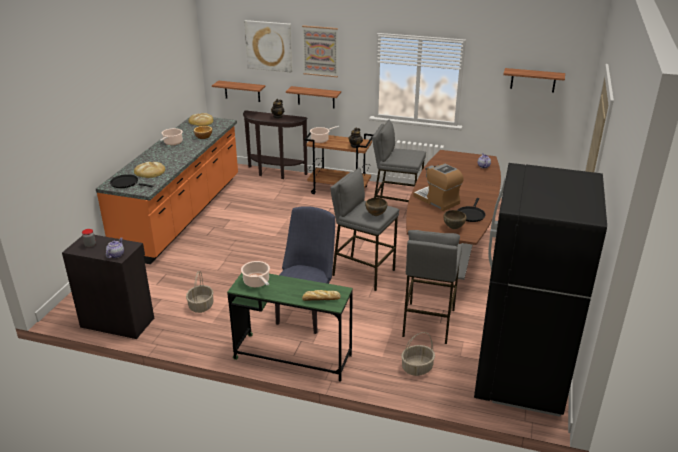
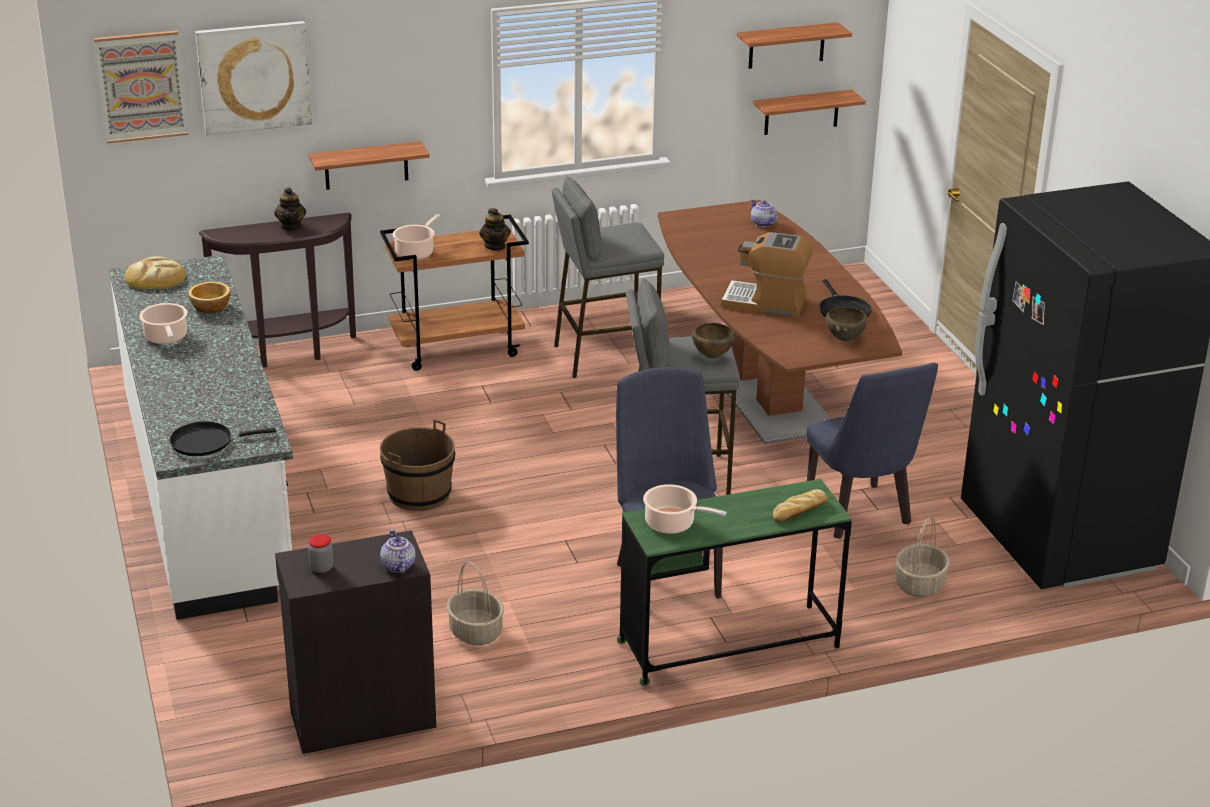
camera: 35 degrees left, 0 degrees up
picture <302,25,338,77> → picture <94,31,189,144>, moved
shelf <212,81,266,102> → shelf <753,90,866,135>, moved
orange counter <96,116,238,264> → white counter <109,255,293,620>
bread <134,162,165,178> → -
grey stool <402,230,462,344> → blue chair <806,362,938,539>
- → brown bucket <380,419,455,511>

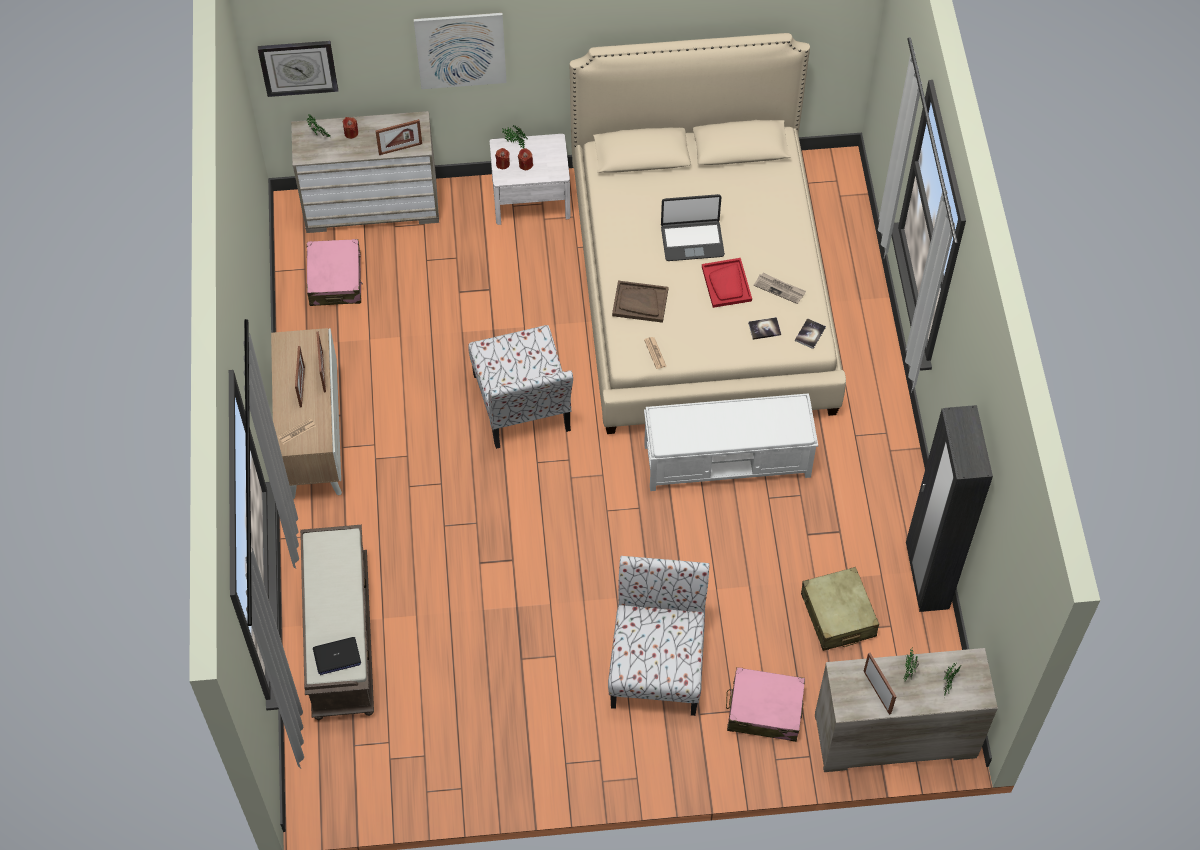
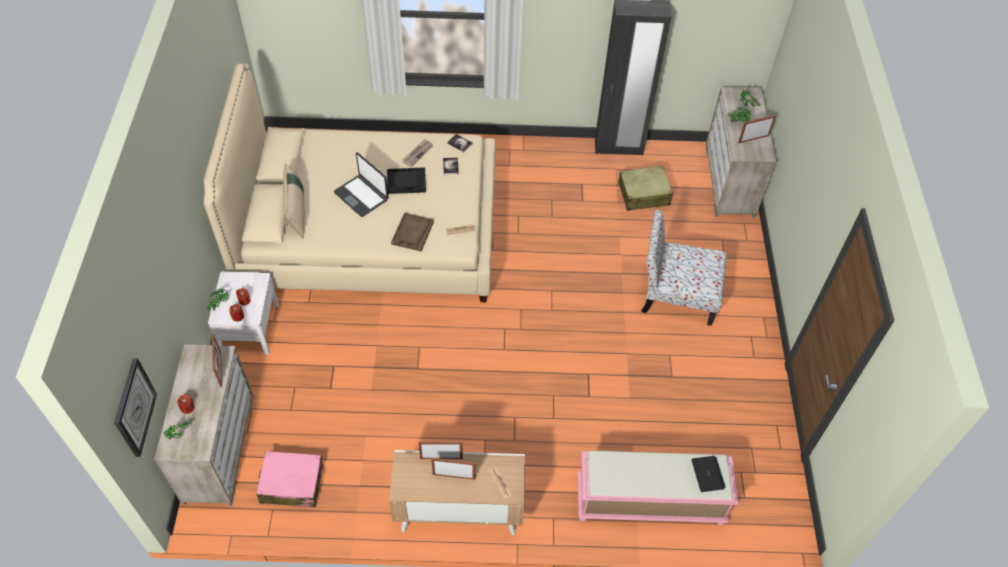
camera: 85 degrees left, 5 degrees down
picture <414,13,507,89> → -
laptop <661,194,725,261> → laptop <334,152,388,217>, 135 degrees clockwise
red tray <702,258,752,308> → black tray <387,167,426,194>
chair <469,325,573,449> → -
white bench <644,393,818,491> → -
brown bench <300,525,374,720> → pink bench <577,451,739,526>
pink suitcase <726,667,805,742> → -
- → beige pillow <283,163,305,239>

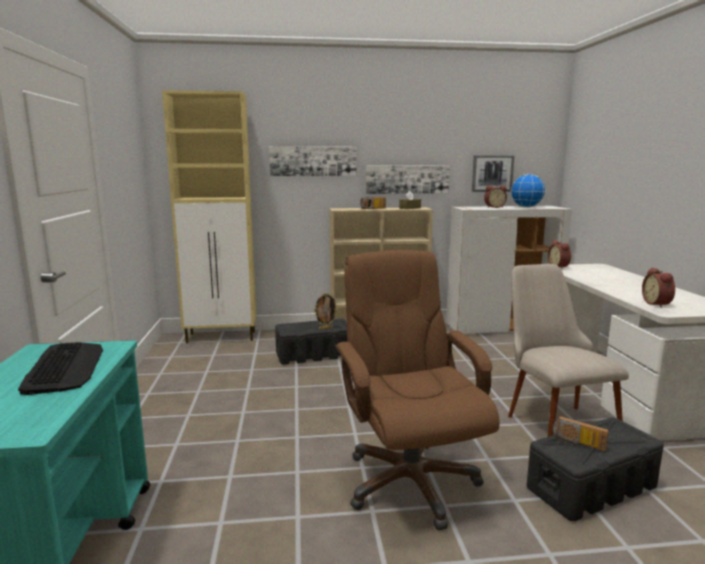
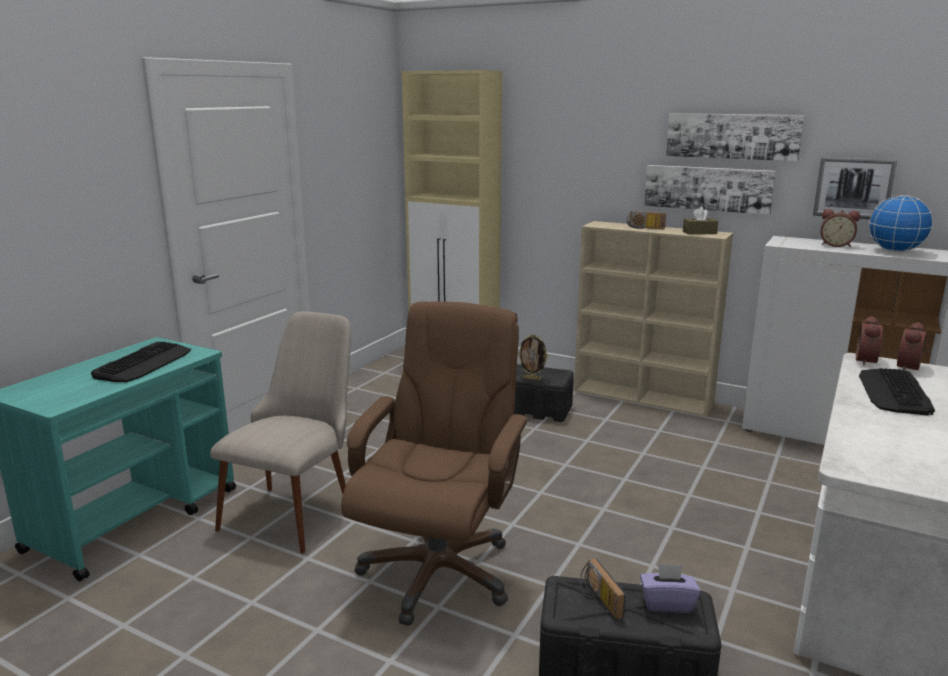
camera: 35 degrees right, 5 degrees up
picture <269,146,356,176> → picture <666,113,805,161>, moved
beige chair <508,264,629,437> → beige chair <210,311,351,553>, moved
alarm clock <642,268,675,308> → alarm clock <897,322,930,370>, moved
- → keyboard <859,368,935,416>
- → purple tissue box <640,563,701,613>

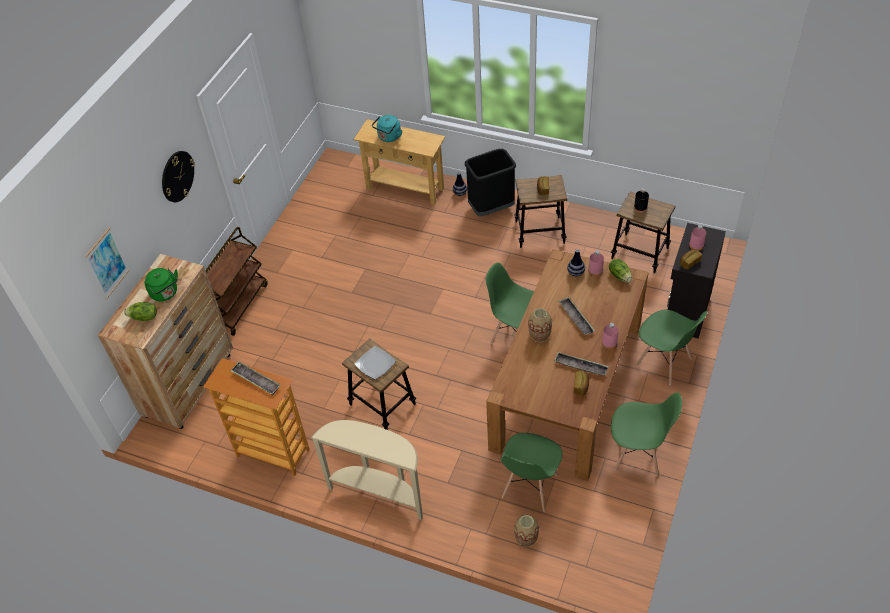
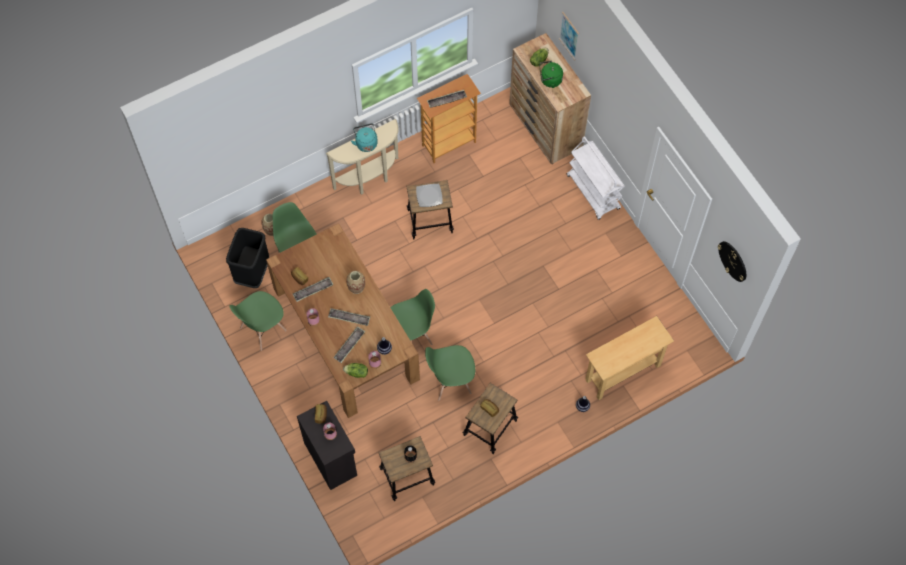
camera: 125 degrees right, 15 degrees up
turquoise kettle <372,115,402,142> → turquoise kettle <351,123,378,152>, moved
black trash can <465,149,516,216> → black trash can <226,228,269,288>, moved
wall clock <162,151,195,202> → wall clock <718,241,746,282>, moved
brown cart <206,227,268,336> → white cart <567,136,625,220>
green chair <636,310,708,385> → green chair <425,345,475,400>, moved
- → tray <333,326,365,363>

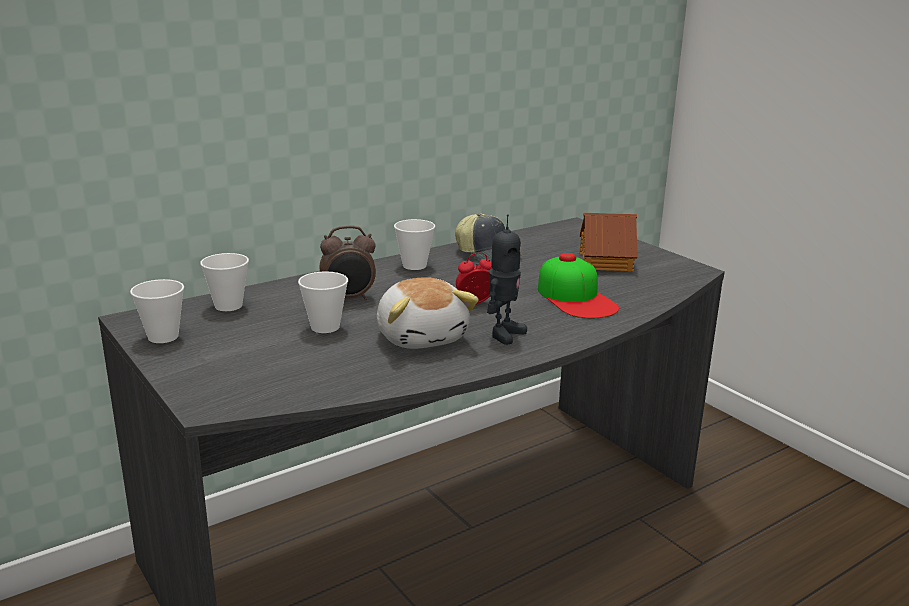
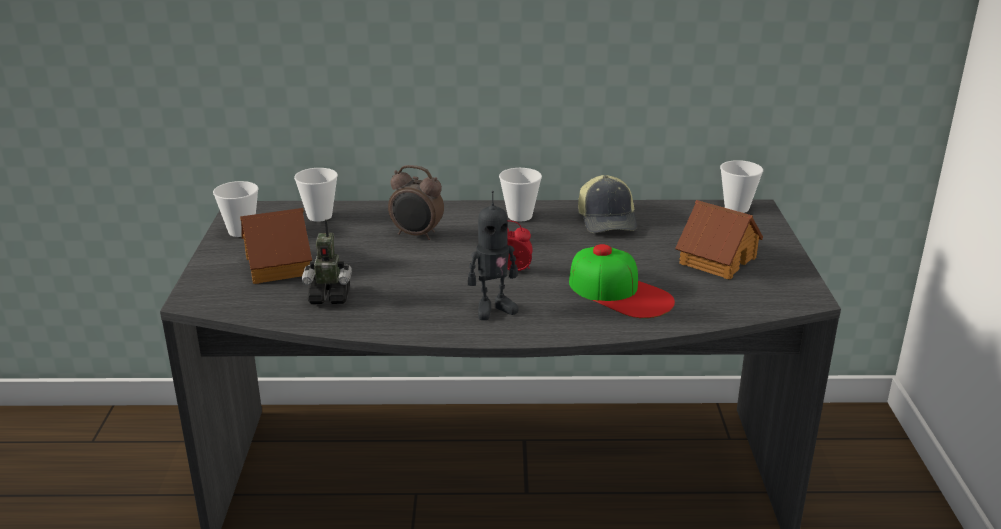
camera: 35 degrees right, 5 degrees up
cap <538,253,619,318> → cap <569,244,675,318>, 60 degrees counterclockwise
cup <298,271,348,333> → cup <720,160,763,213>, moved
plush toy <377,277,479,349> → -
- → toy house <240,208,312,284>
- → toy robot <302,219,352,304>

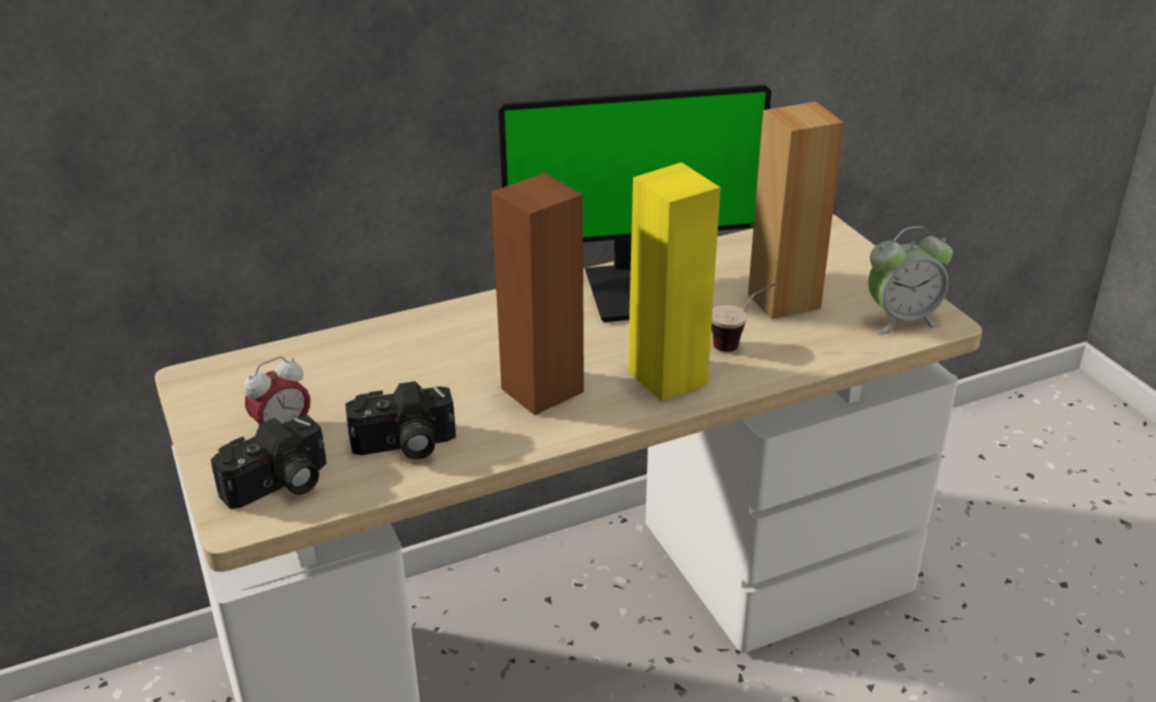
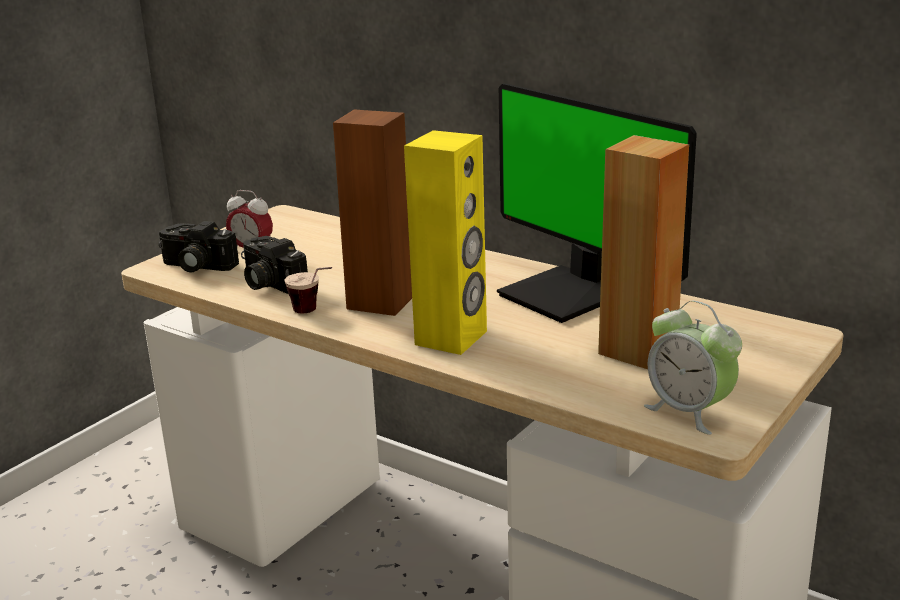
camera: 60 degrees right, 10 degrees down
cup <711,283,776,352> → cup <284,267,332,313>, moved

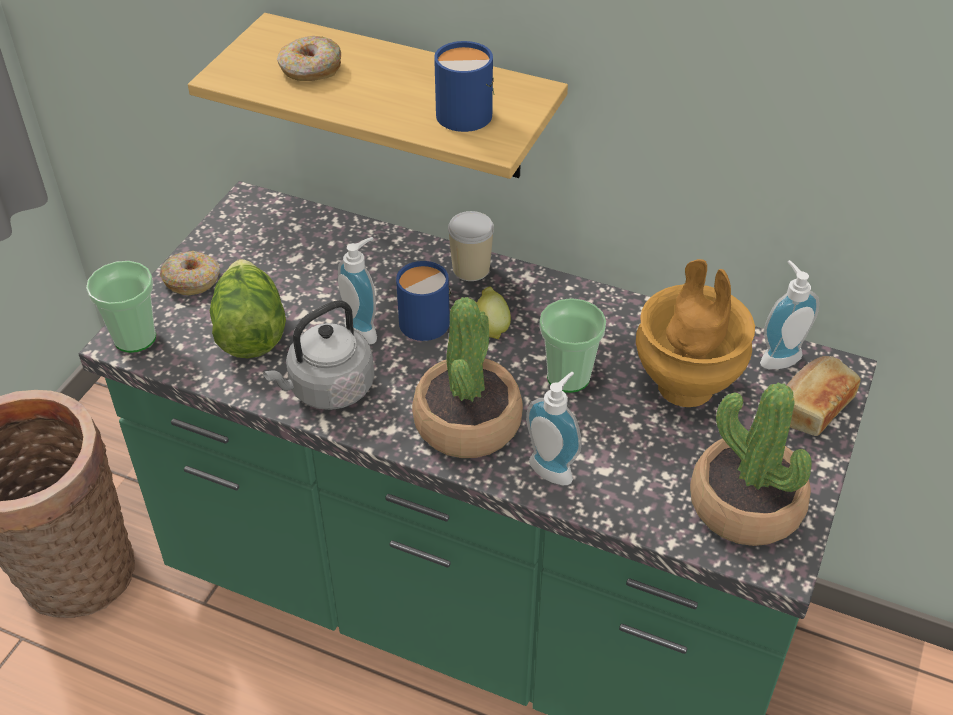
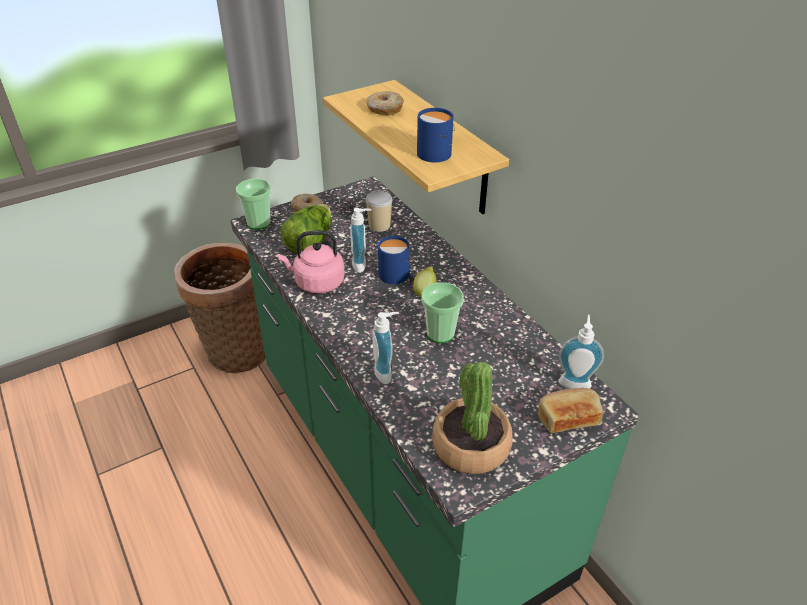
camera: 35 degrees right, 5 degrees down
cup <448,211,494,281> → cup <366,191,392,232>, moved
brown vase <636,259,755,407> → -
potted plant <412,297,523,458> → -
grey kettle <263,300,374,410> → pink kettle <278,230,345,293>

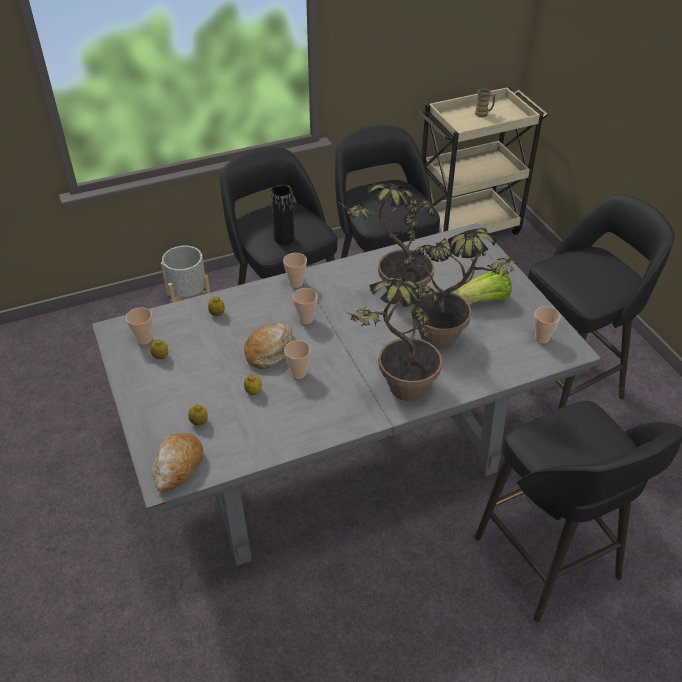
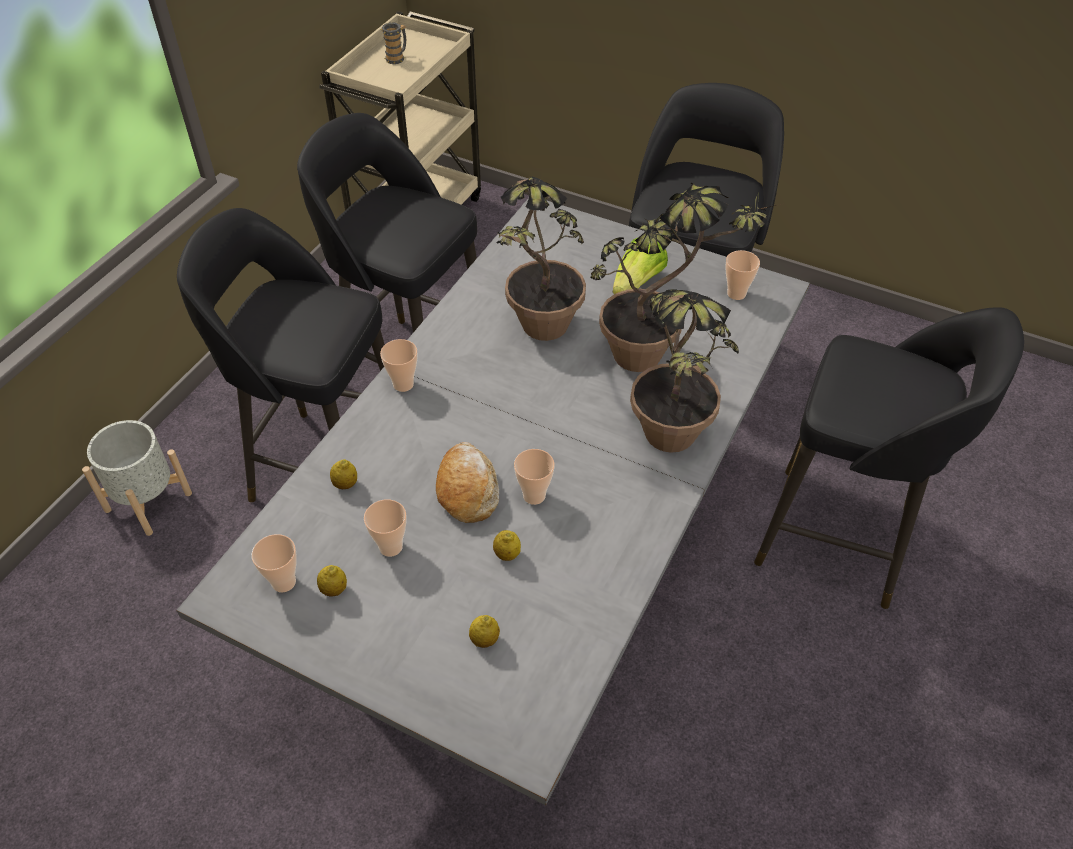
camera: 40 degrees left, 5 degrees up
black vase <271,184,295,245> → -
cup <293,288,318,324> → cup <364,499,407,557>, moved
bread <152,433,203,492> → -

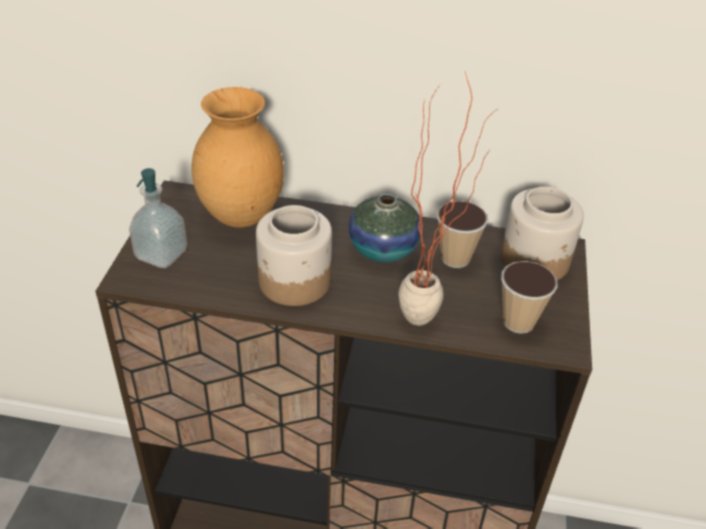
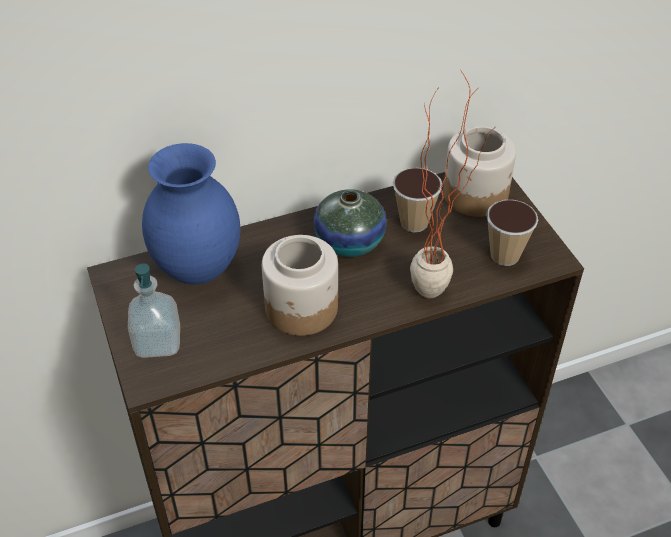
camera: 30 degrees left, 5 degrees up
brown vase <191,87,284,228> → blue vase <142,143,240,285>

